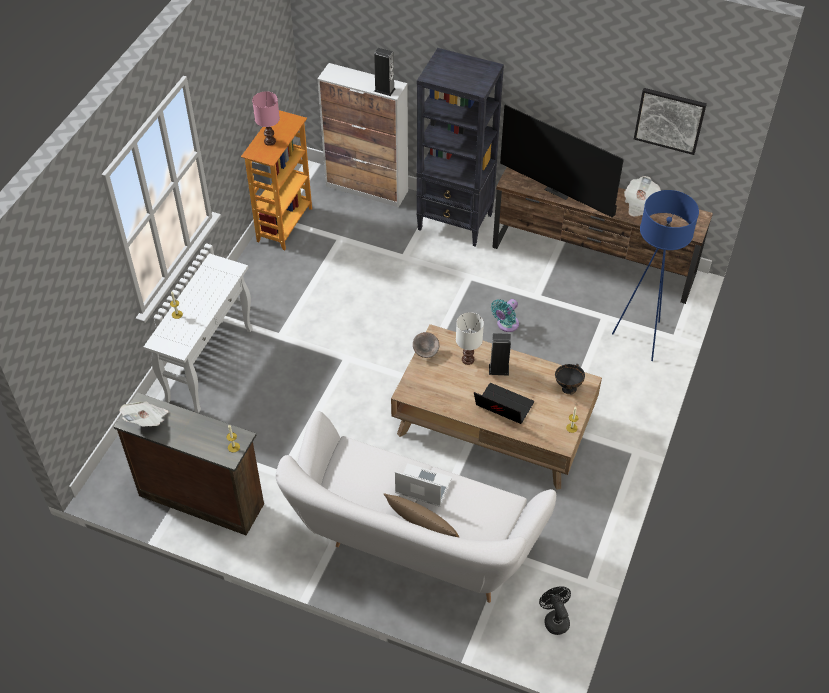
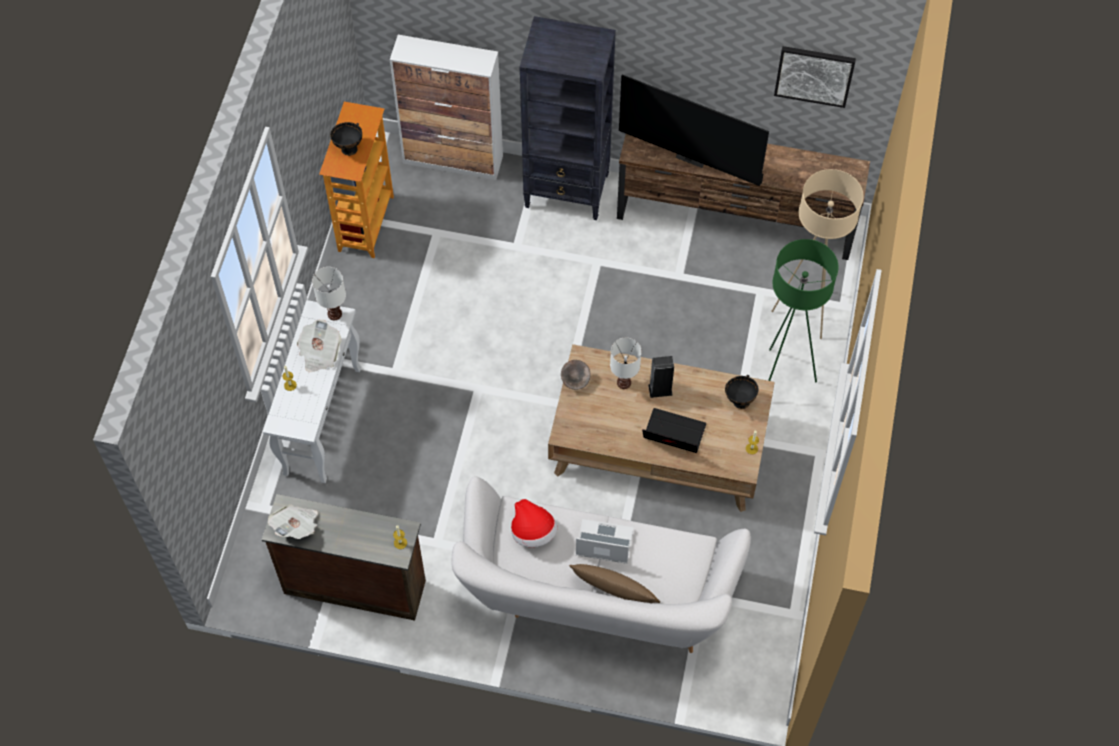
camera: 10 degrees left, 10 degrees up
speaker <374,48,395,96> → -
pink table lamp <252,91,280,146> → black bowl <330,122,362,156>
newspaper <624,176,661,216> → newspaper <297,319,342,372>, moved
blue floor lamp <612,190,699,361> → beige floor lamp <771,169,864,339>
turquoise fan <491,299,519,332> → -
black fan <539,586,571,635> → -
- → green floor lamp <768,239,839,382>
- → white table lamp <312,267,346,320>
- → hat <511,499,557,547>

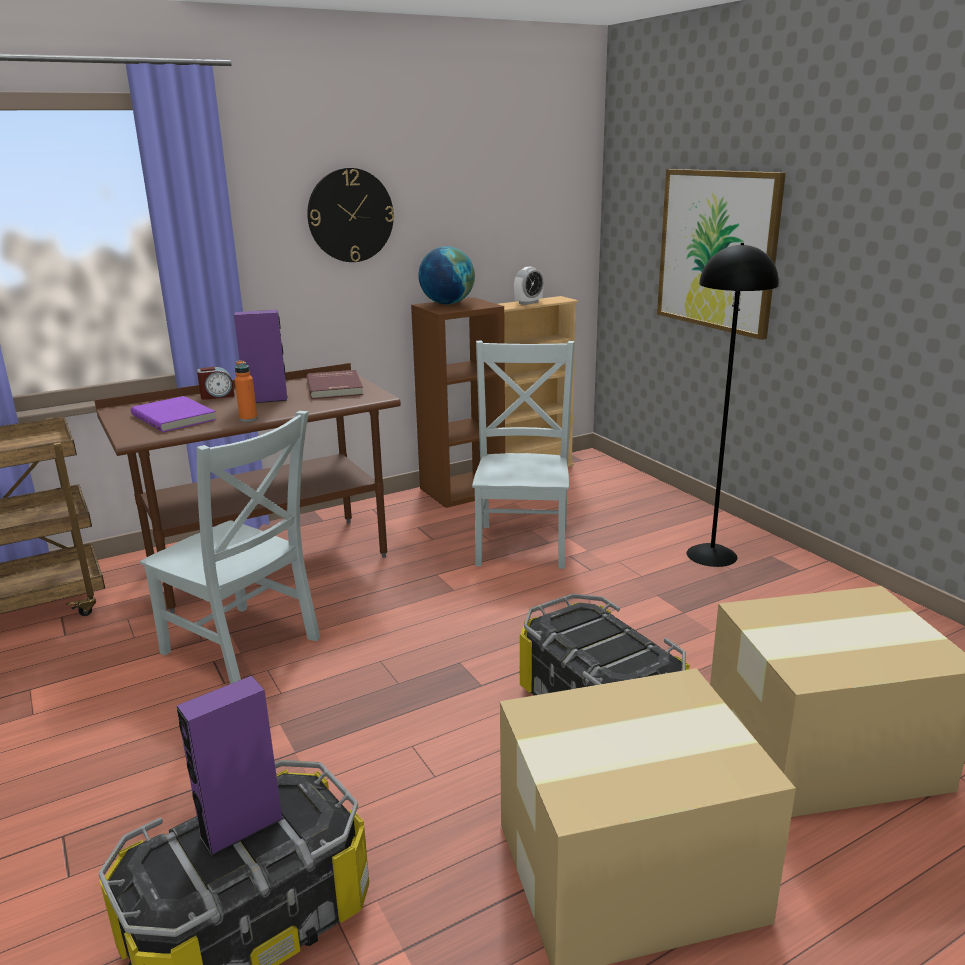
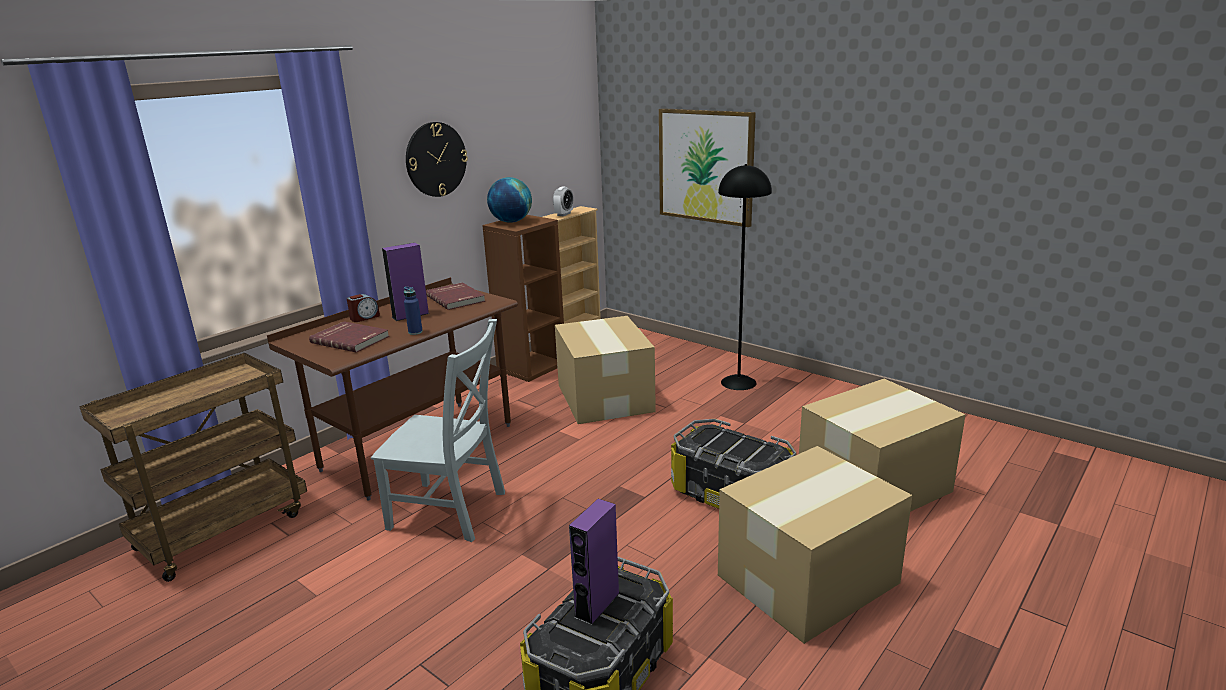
camera: 20 degrees left, 0 degrees up
grey chair <472,341,575,569> → cardboard box <555,316,656,424>
orange bottle <235,360,258,422> → blue bottle <404,287,423,335>
purple book <131,396,217,432> → red book <309,321,389,353>

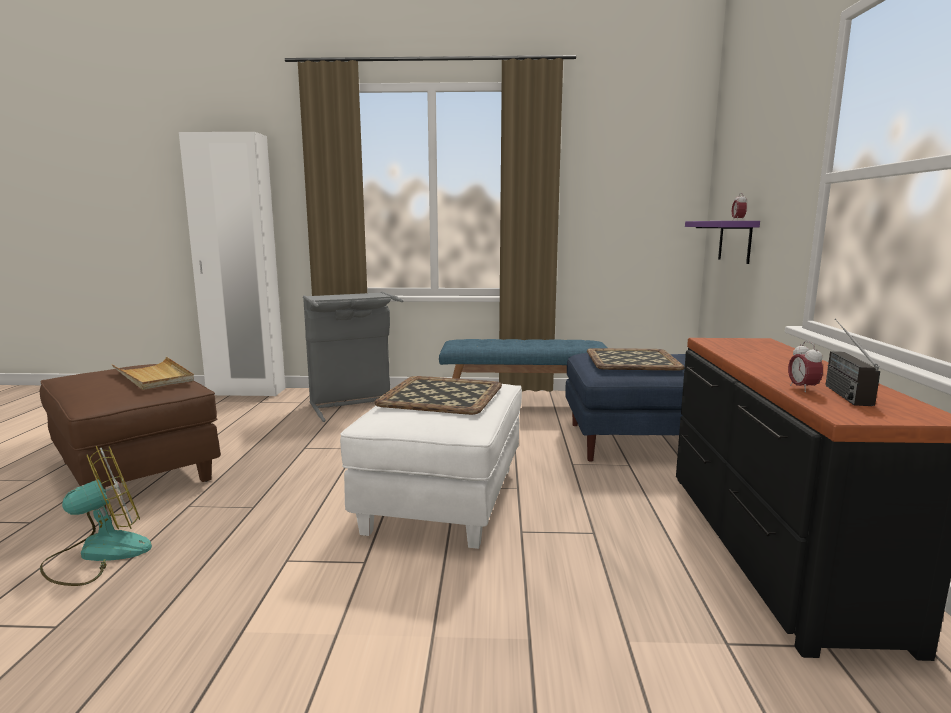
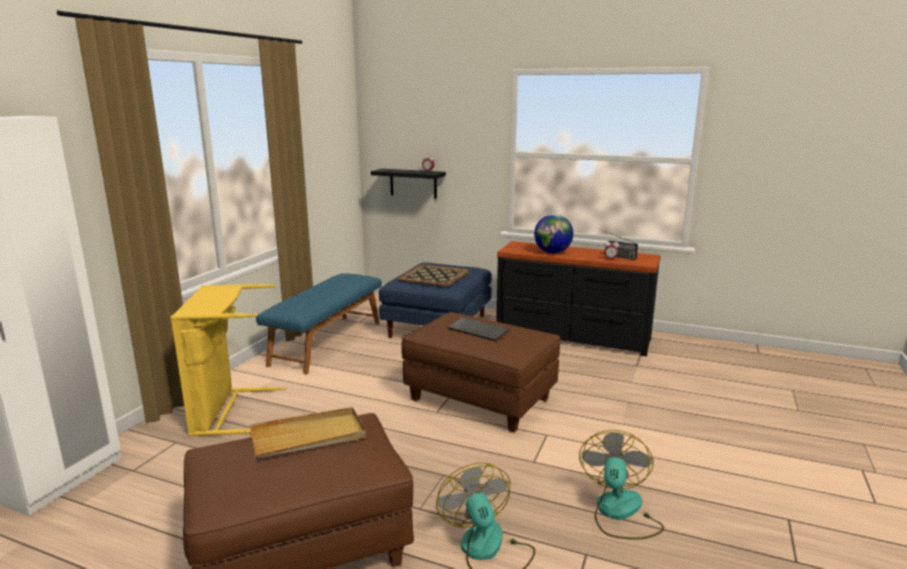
camera: 70 degrees left, 5 degrees up
purple shelf <685,221,760,264> → black shelf <371,169,446,198>
grey laundry basket <303,292,403,422> → yellow laundry basket <171,284,285,436>
tray <374,376,502,415> → keyboard <448,317,510,341>
white ottoman <340,384,522,549> → brown ottoman <401,312,560,433>
- → globe <534,214,573,253>
- → fan <579,430,664,540>

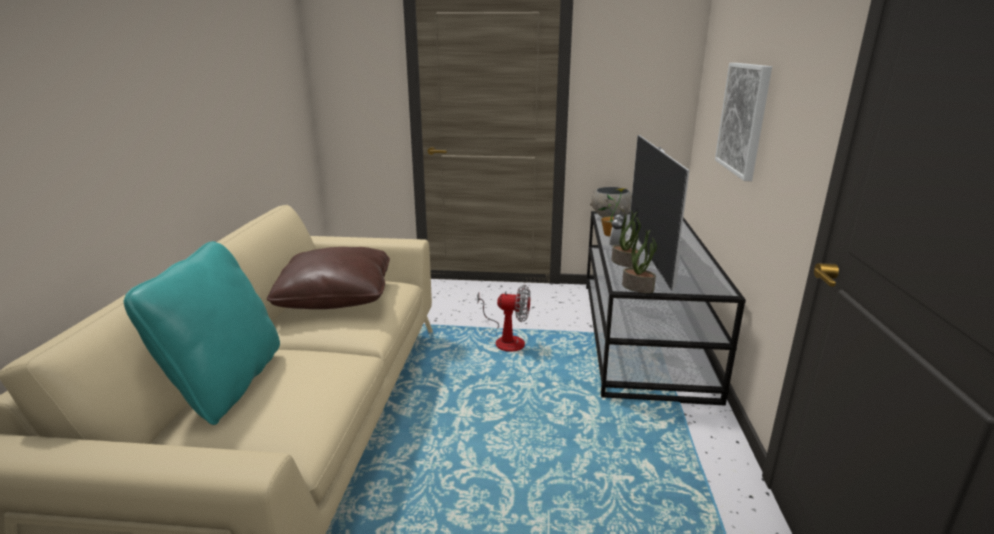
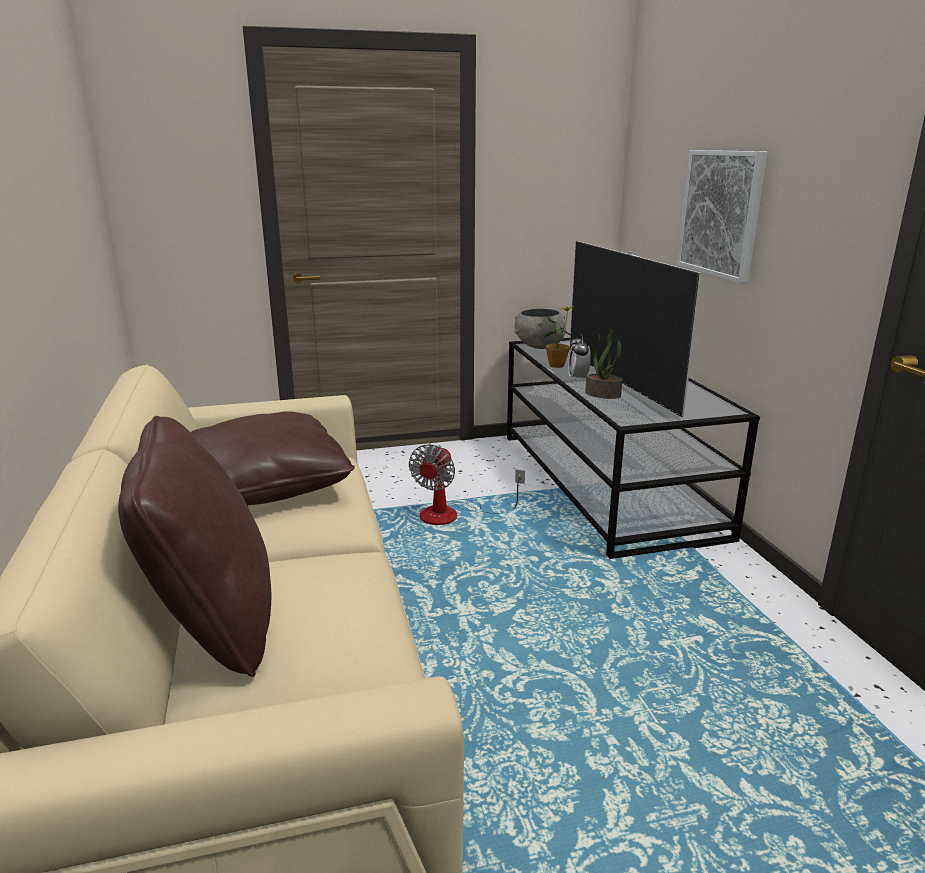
camera: 20 degrees left, 0 degrees up
potted plant <622,230,657,293> → -
turquoise pillow <124,241,280,425> → brown pillow <118,416,271,677>
fan <477,285,530,352> → fan <409,444,525,525>, 120 degrees clockwise

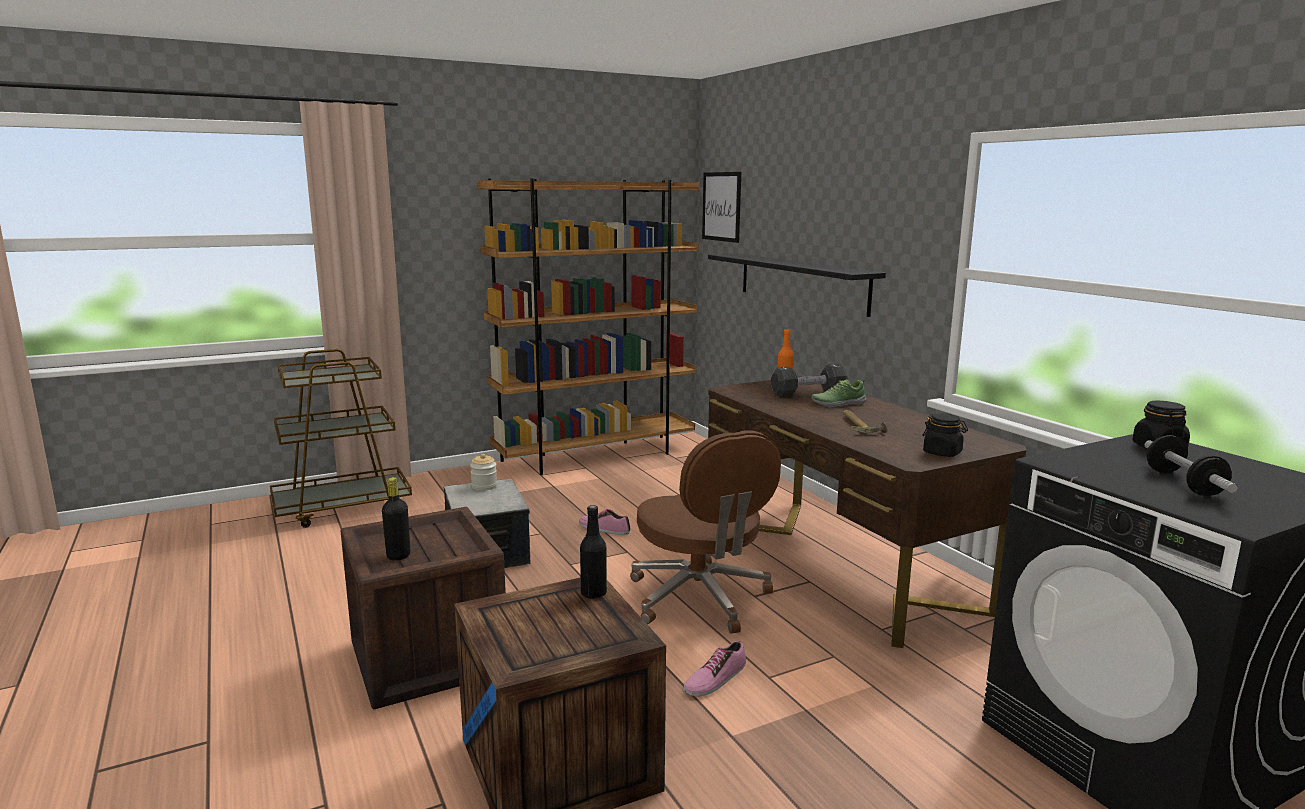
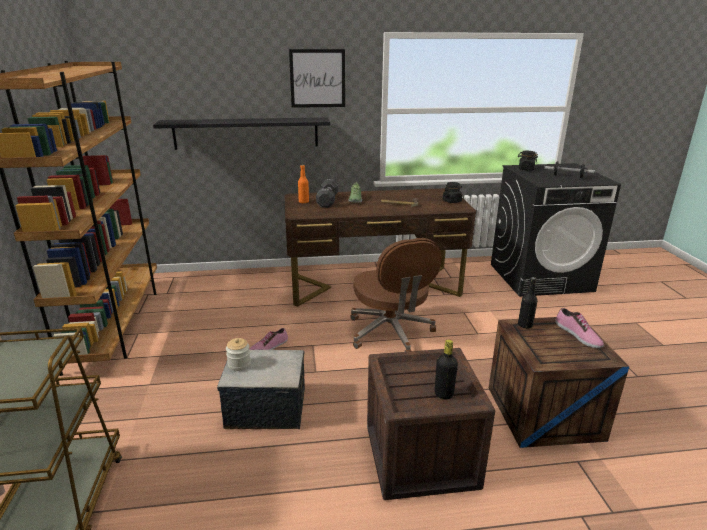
camera: 70 degrees left, 10 degrees up
picture <702,172,741,243> → picture <289,49,345,108>, moved
brown office chair <630,431,781,633> → brown office chair <350,238,442,352>, 75 degrees clockwise
shoe <684,641,746,697> → shoe <555,308,604,348>, moved

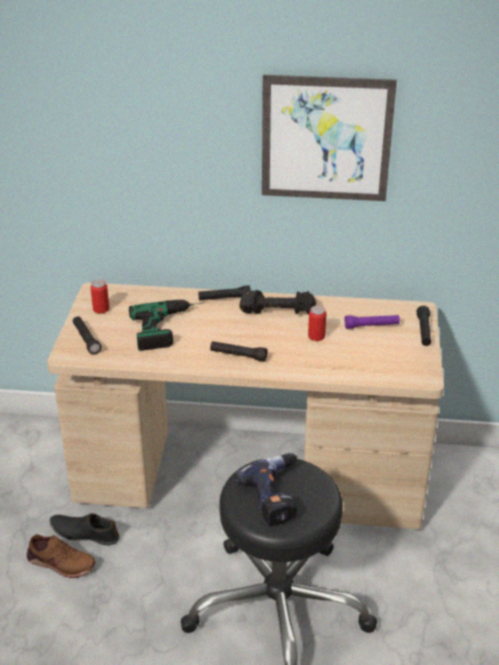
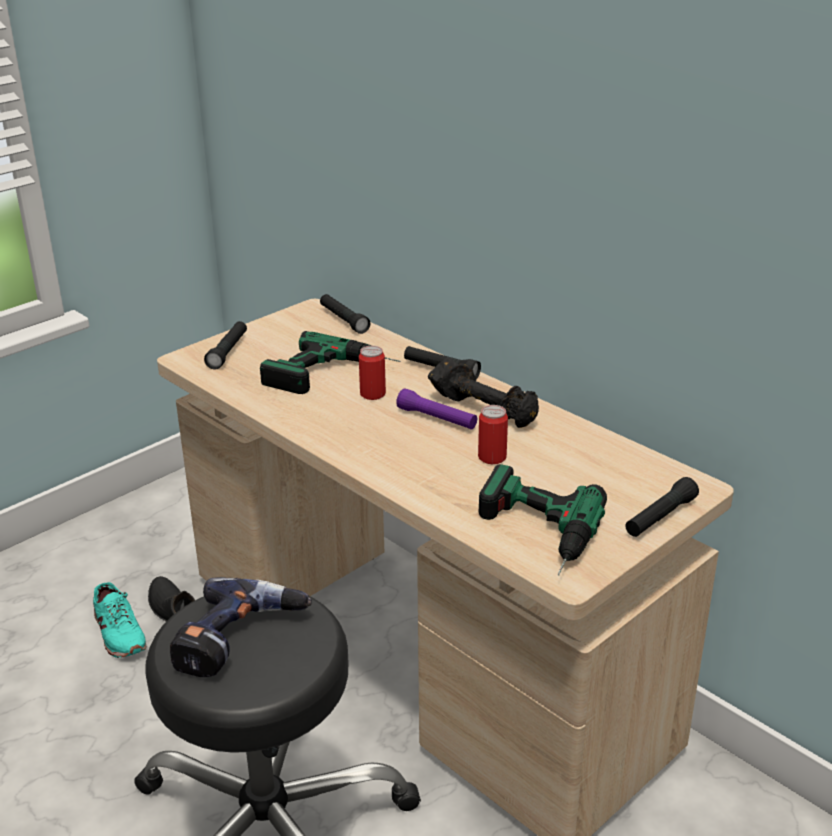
camera: 40 degrees right, 5 degrees down
picture <262,75,397,201> → -
can <91,279,109,314> → can <359,346,386,400>, moved
purple flashlight <345,315,400,329> → purple flashlight <396,389,477,429>, moved
black flashlight <210,341,267,362> → black flashlight <320,294,370,334>, moved
brown shoe <27,534,96,578> → turquoise shoe <93,582,146,658>
- → power drill <479,464,607,575>

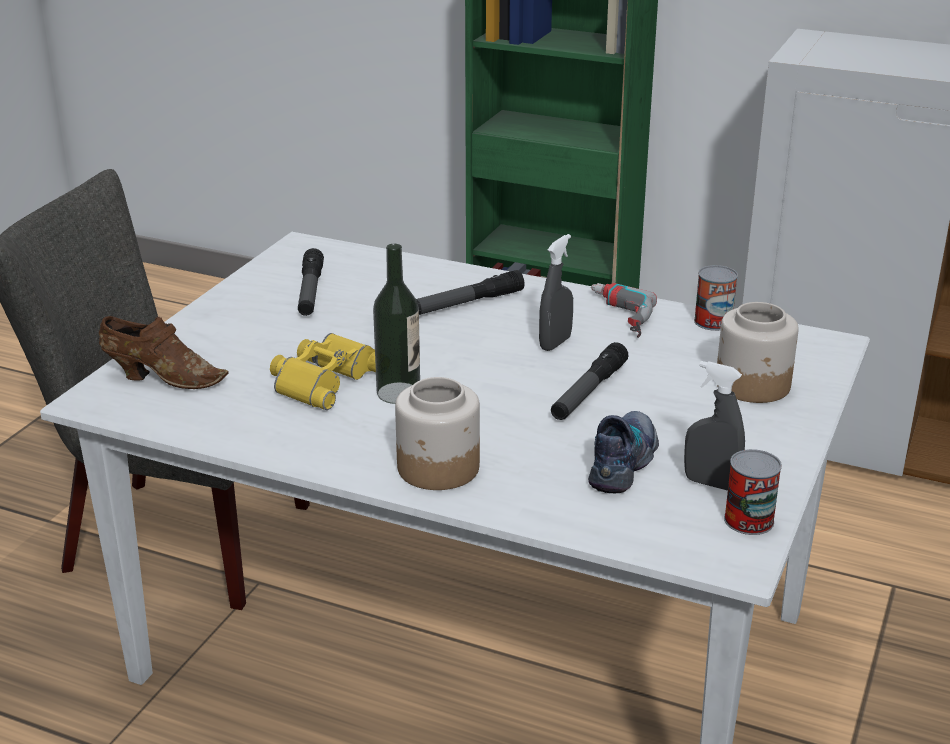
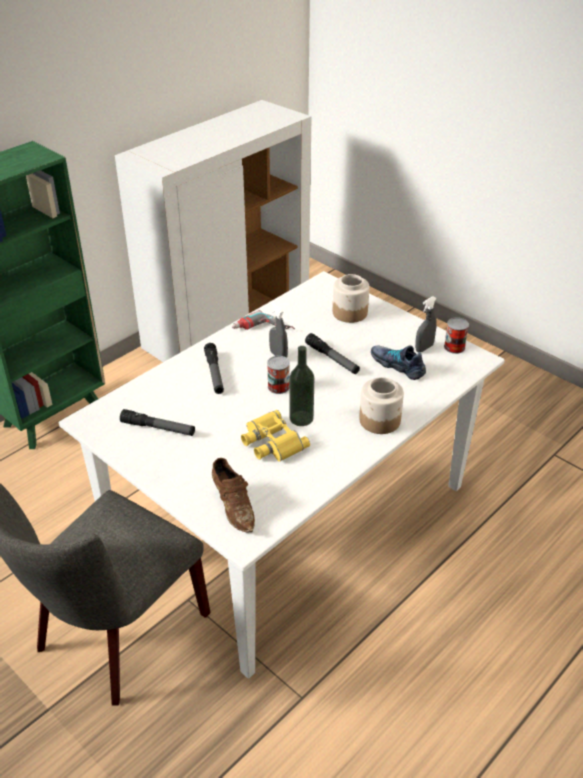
camera: 70 degrees left, 10 degrees up
can <694,265,738,331> → can <267,356,290,394>, moved
brown shoe <99,316,228,389> → brown shoe <212,458,255,533>, 120 degrees clockwise

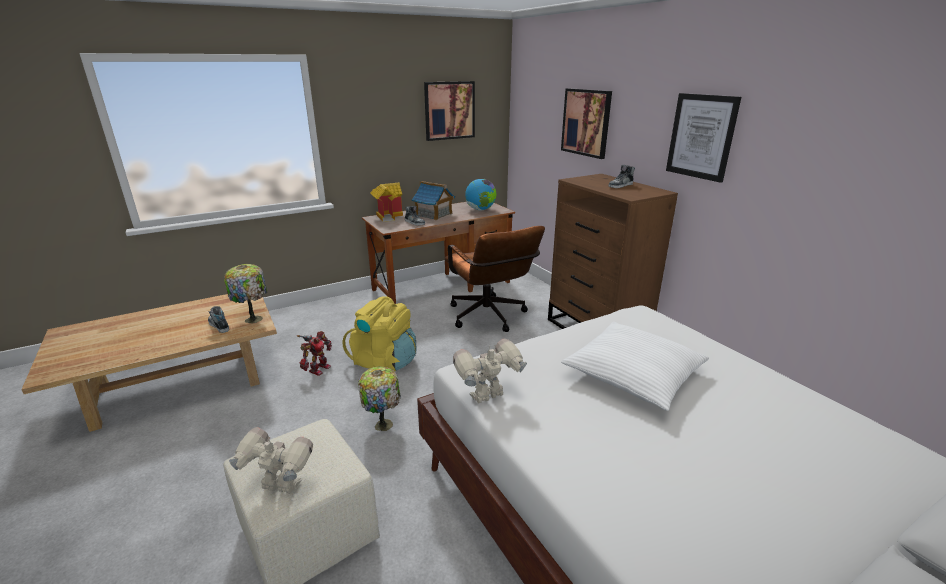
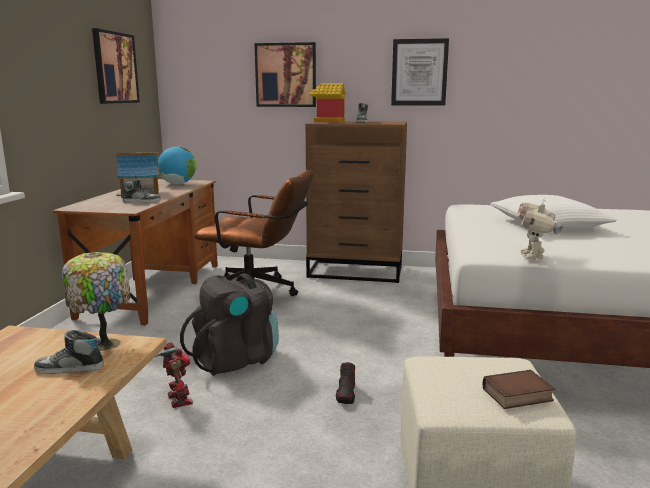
camera: 50 degrees left, 10 degrees down
toy house <370,183,403,222> → toy house <309,83,346,123>, moved
yellow backpack <342,296,416,371> → black backpack <180,273,279,376>
table lamp <358,367,401,431> → shoe <336,362,355,404>
toy robot <229,427,313,494> → book <483,370,555,409>

